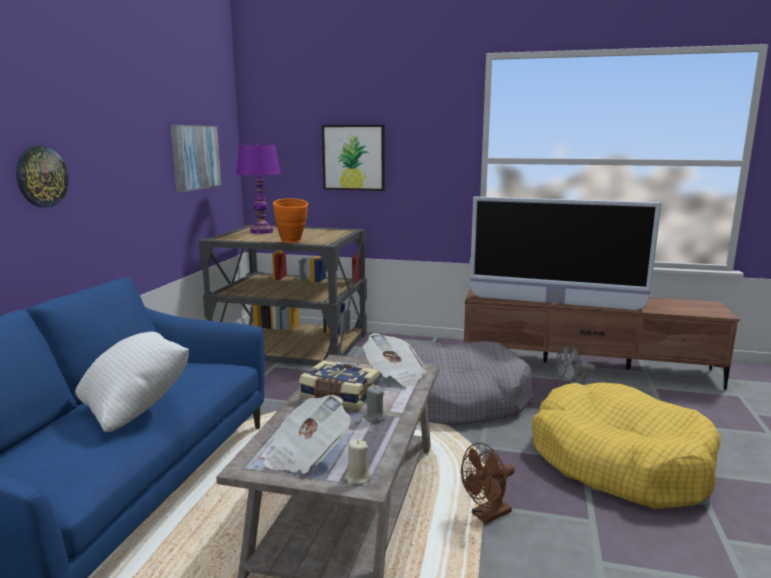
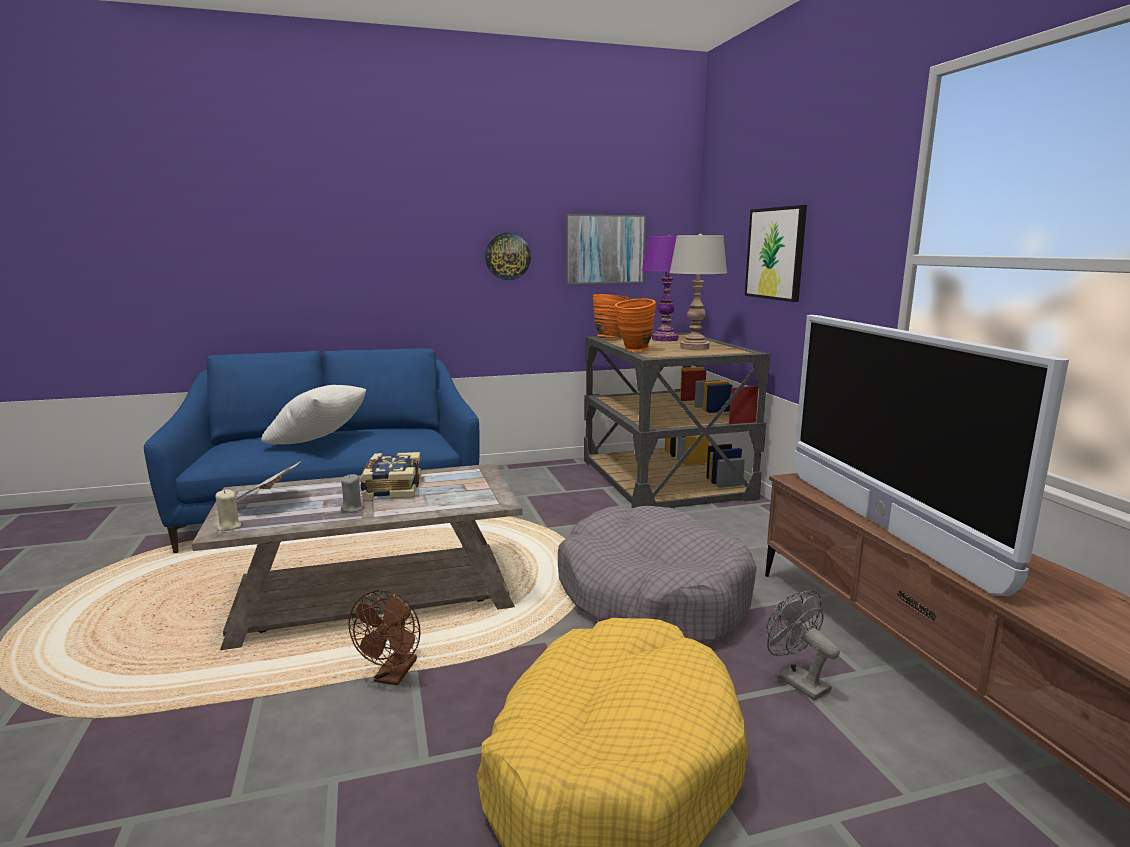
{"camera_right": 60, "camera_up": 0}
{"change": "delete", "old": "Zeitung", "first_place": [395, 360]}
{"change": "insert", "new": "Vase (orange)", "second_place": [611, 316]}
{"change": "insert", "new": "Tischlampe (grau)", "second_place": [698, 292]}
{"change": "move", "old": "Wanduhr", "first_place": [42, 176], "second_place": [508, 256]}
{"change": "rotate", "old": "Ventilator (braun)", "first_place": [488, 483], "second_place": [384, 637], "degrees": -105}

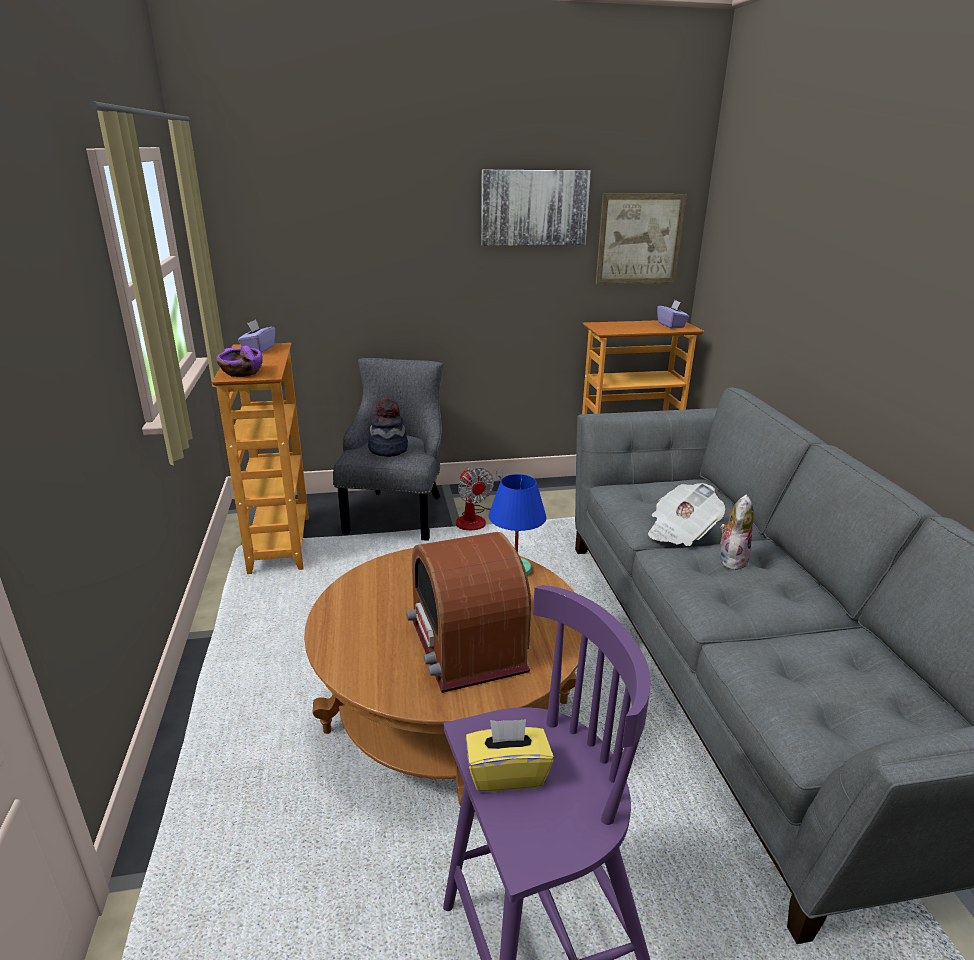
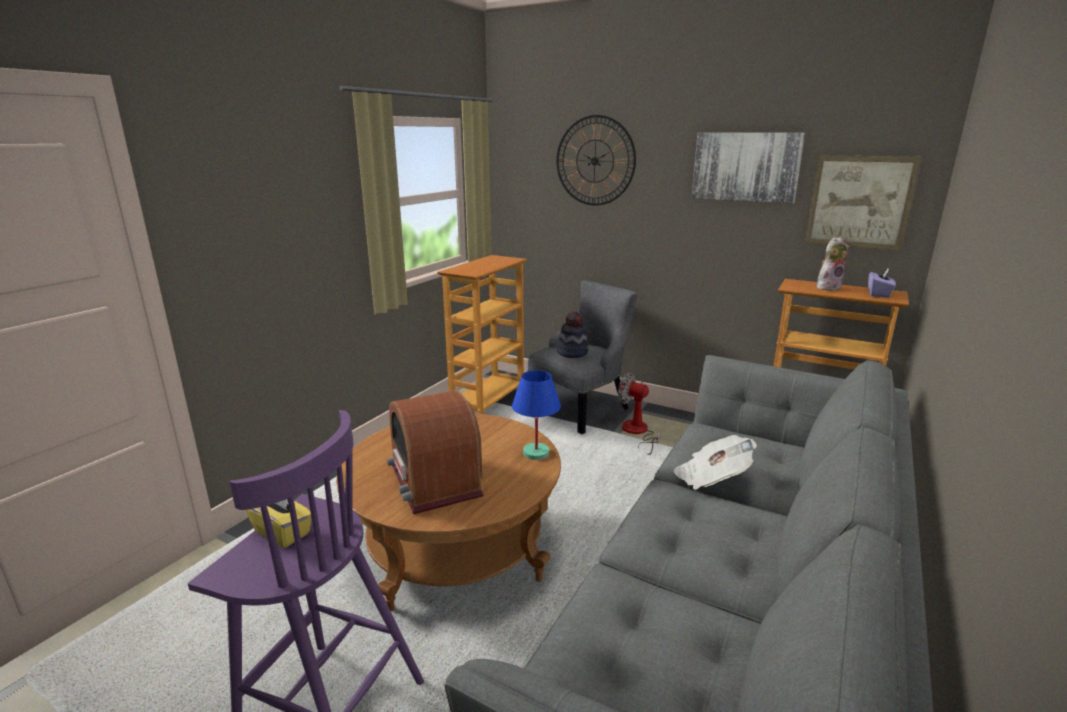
{"camera_right": 40, "camera_up": -5}
{"change": "delete", "old": "Schüssel (lila)", "first_place": [239, 361]}
{"change": "delete", "old": "Taschentuchbox (lila)", "first_place": [256, 336]}
{"change": "insert", "new": "Wanduhr", "second_place": [596, 160]}
{"change": "move", "old": "Plüschtier", "first_place": [737, 532], "second_place": [833, 263]}
{"change": "rotate", "old": "Radio", "first_place": [468, 612], "second_place": [435, 452], "degrees": -45}
{"change": "rotate", "old": "Ventilator", "first_place": [479, 499], "second_place": [639, 413], "degrees": 105}

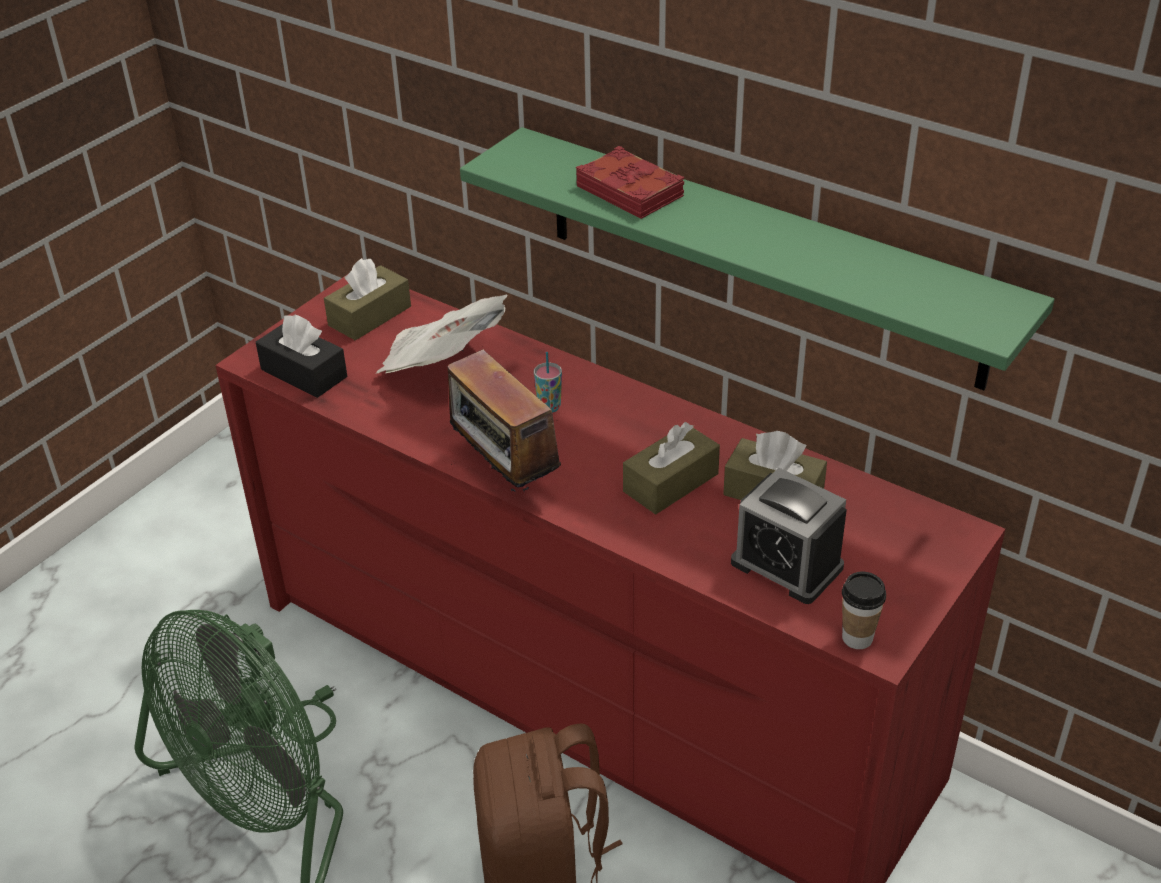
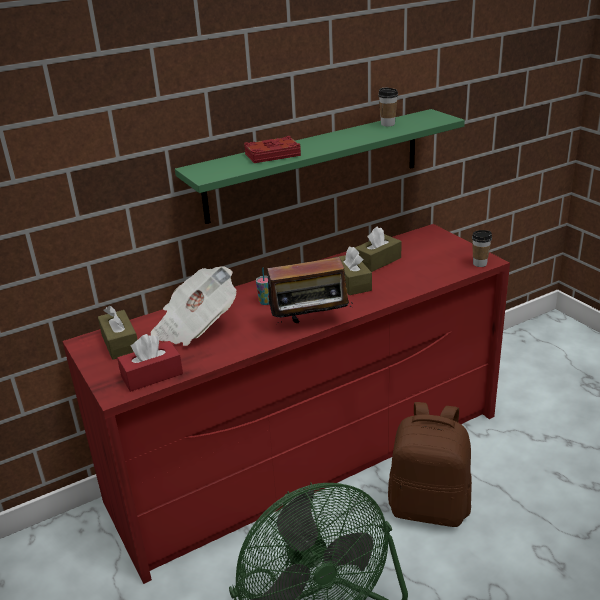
{"camera_right": -65, "camera_up": -10}
{"change": "delete", "old": "Wecker", "first_place": [789, 536]}
{"change": "insert", "new": "Tasse", "second_place": [388, 107]}
{"change": "recolor", "old": "Taschentuchbox (schwarz)", "new": "Taschentuchbox (rot)", "first_place": [301, 356], "second_place": [150, 363]}

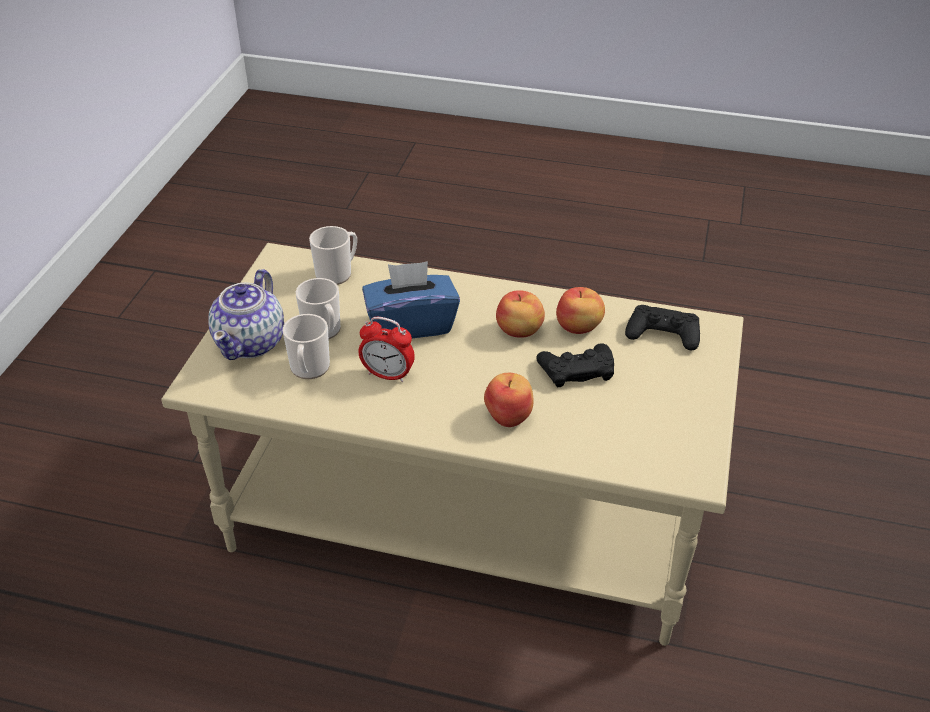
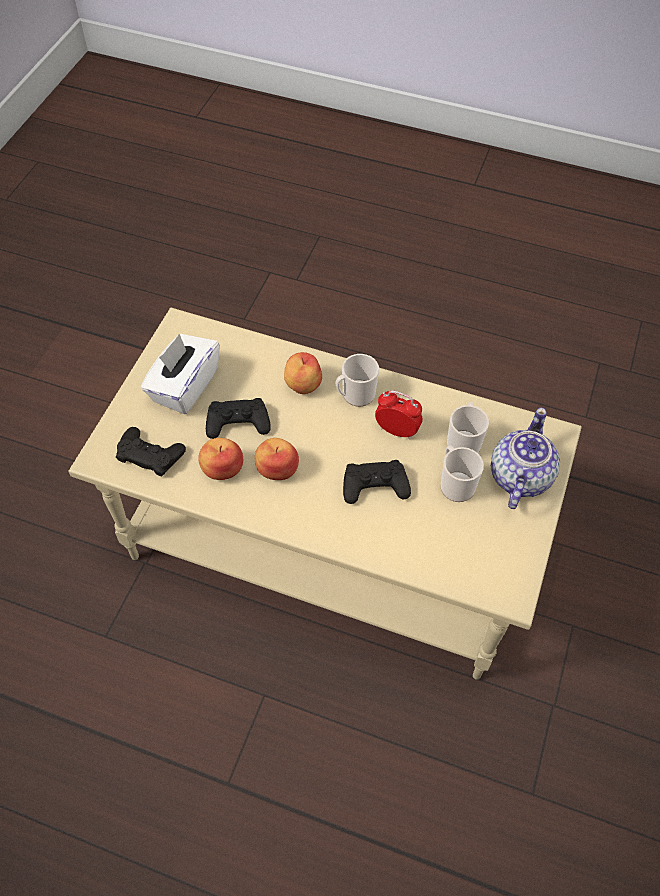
{"camera_right": -175, "camera_up": 15}
{"change": "insert", "new": "Taschentuchbox (weiß)", "second_place": [180, 374]}
{"change": "move", "old": "Henkelbecher", "first_place": [333, 255], "second_place": [357, 380]}
{"change": "replace", "old": "Taschentuchbox (blau)", "new": "Gamepad (schwarz)", "first_place": [411, 299], "second_place": [377, 482]}

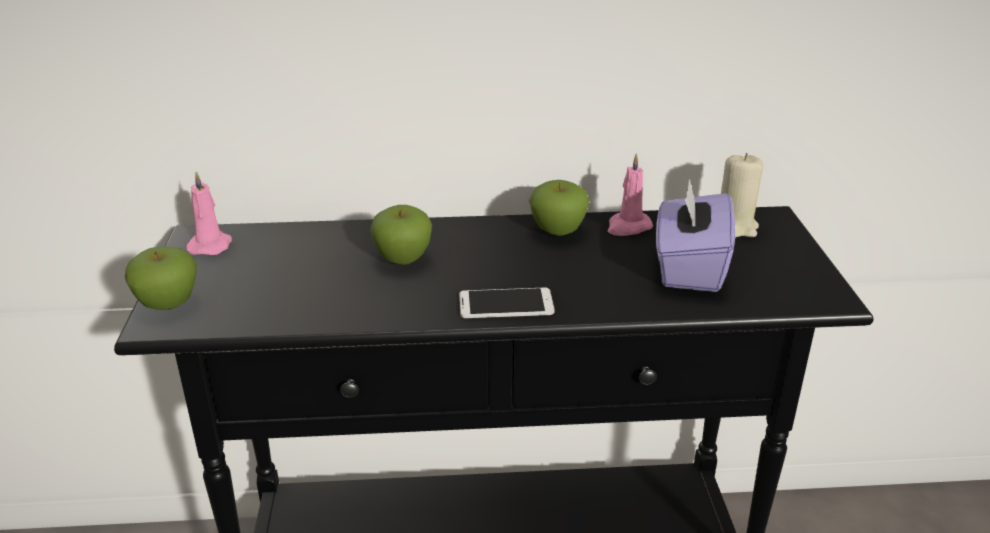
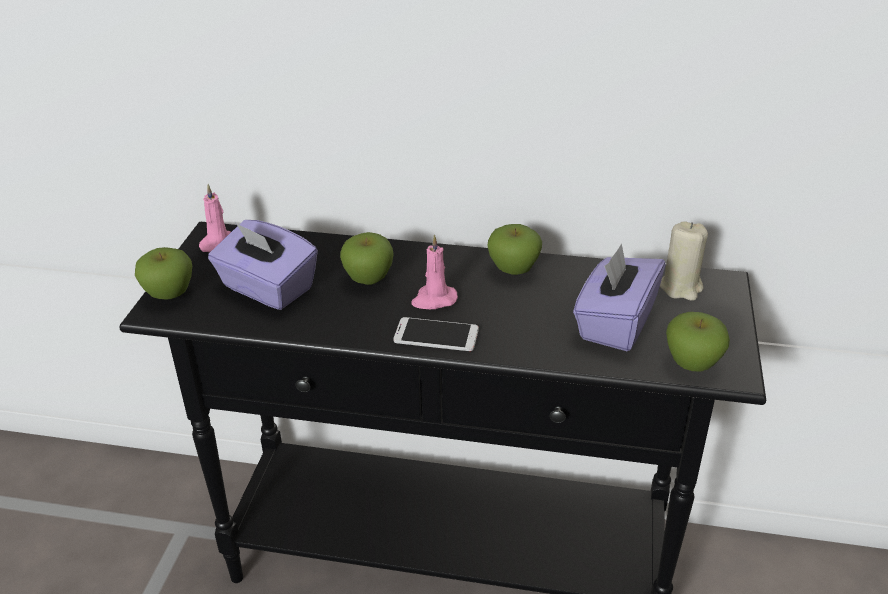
{"camera_right": 15, "camera_up": 5}
{"change": "insert", "new": "Taschentuchbox (lila)", "second_place": [263, 265]}
{"change": "insert", "new": "Apfel", "second_place": [698, 341]}
{"change": "move", "old": "Kerze (rosa)", "first_place": [630, 194], "second_place": [434, 272]}

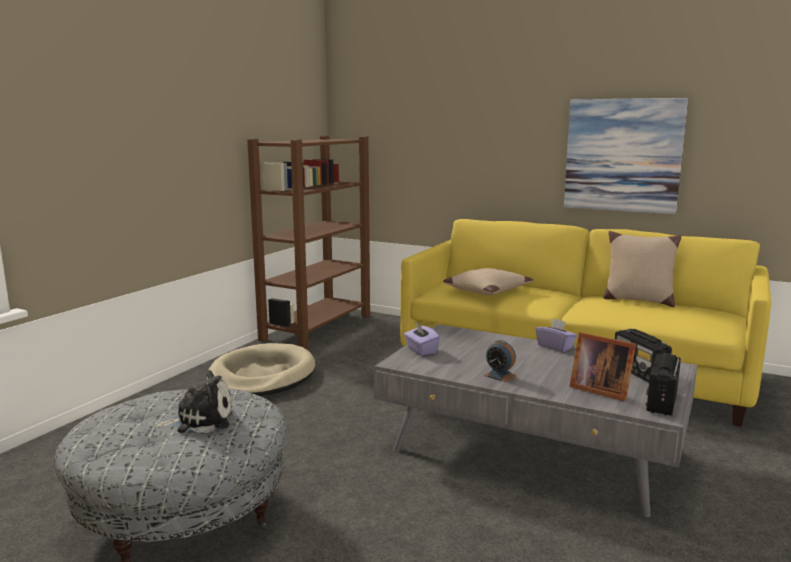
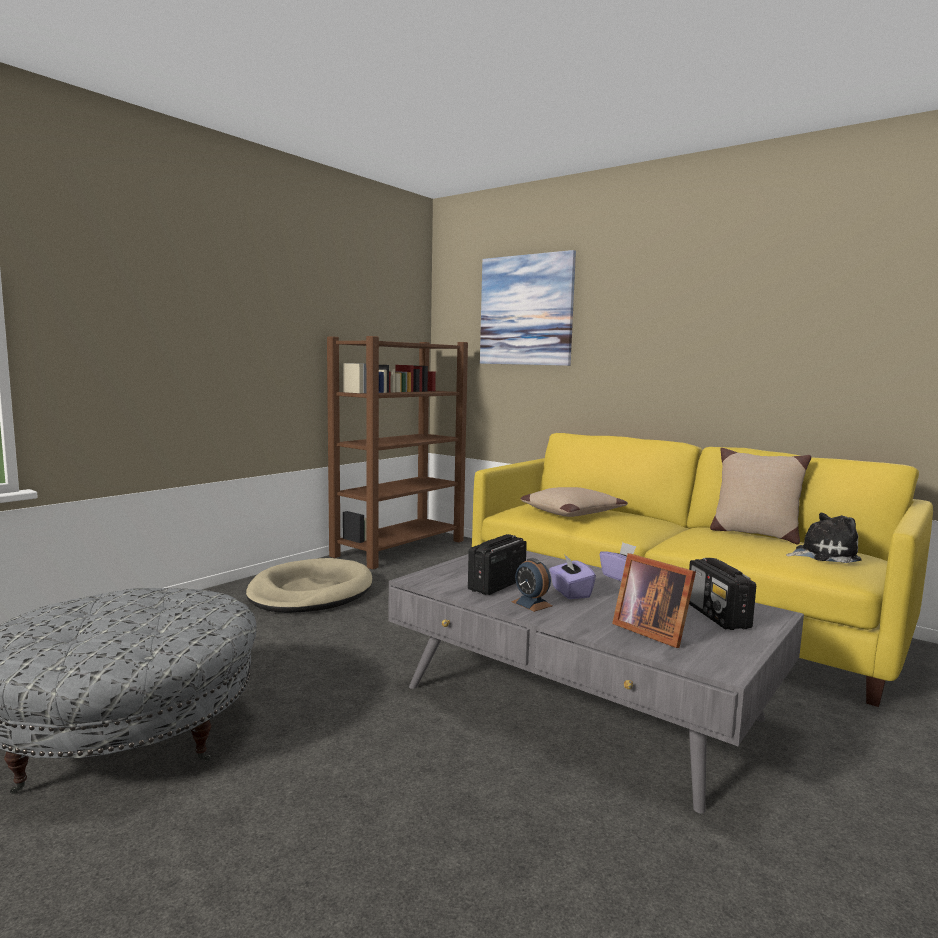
{"camera_right": 10, "camera_up": -5}
{"change": "move", "old": "Plüschtier", "first_place": [193, 401], "second_place": [824, 538]}
{"change": "move", "old": "Taschentuchbox (lila)", "first_place": [422, 339], "second_place": [572, 576]}
{"change": "move", "old": "Bild", "first_place": [626, 156], "second_place": [528, 308]}
{"change": "move", "old": "Radio", "first_place": [663, 384], "second_place": [497, 564]}

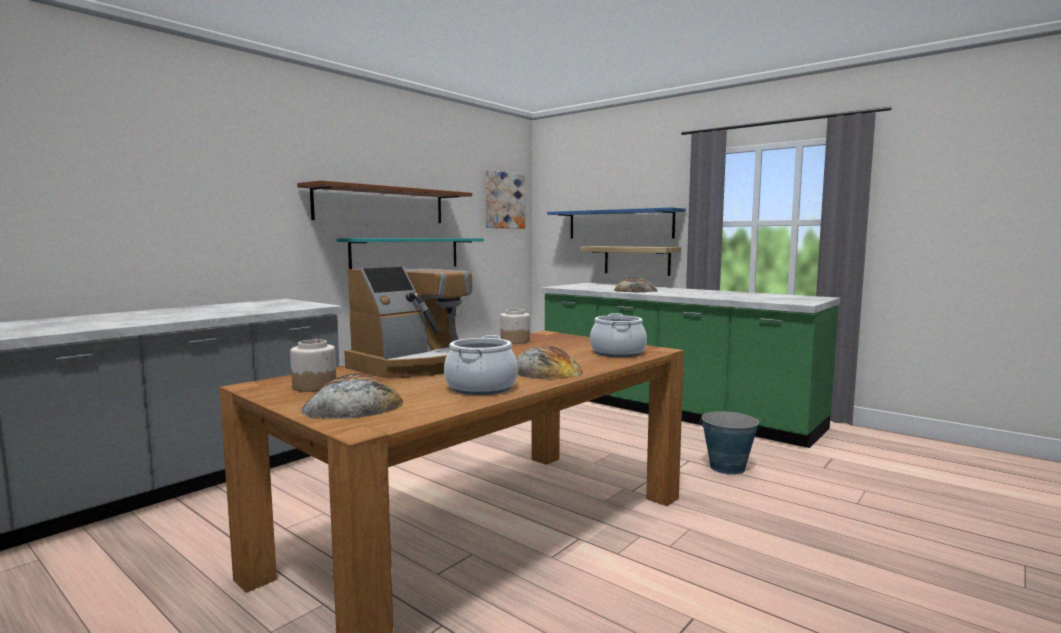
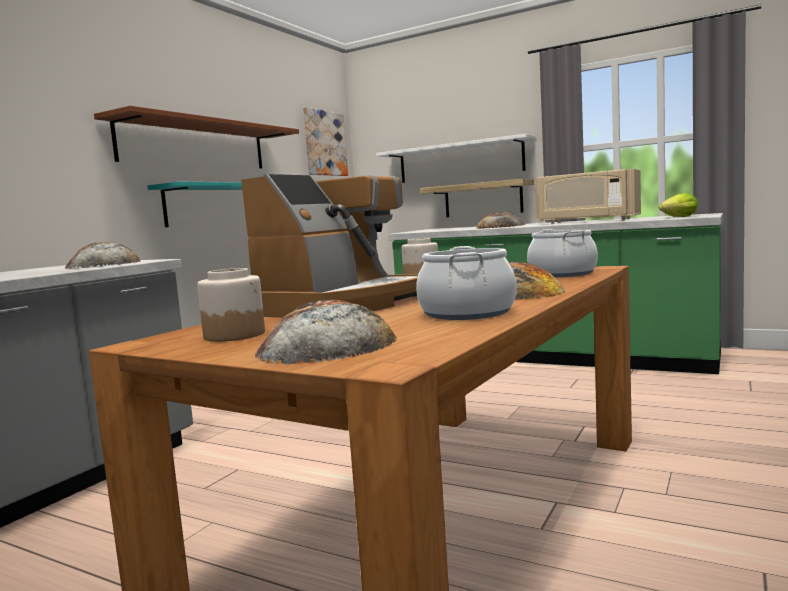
{"camera_right": -10, "camera_up": 0}
{"change": "delete", "old": "Eimer", "first_place": [729, 443]}
{"change": "insert", "new": "Brot", "second_place": [103, 255]}
{"change": "insert", "new": "Mikrowelle (beige)", "second_place": [588, 196]}
{"change": "insert", "new": "Salatkopf", "second_place": [678, 205]}
{"change": "recolor", "old": "Wandregal (blau)", "new": "Wandregal (weiß)", "first_place": [616, 223], "second_place": [456, 158]}

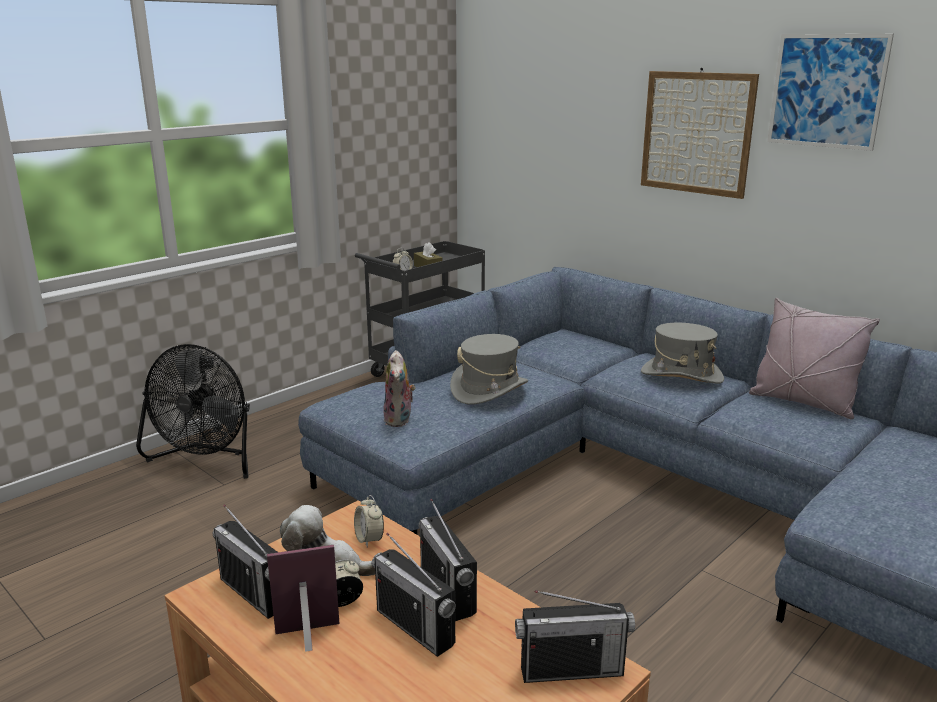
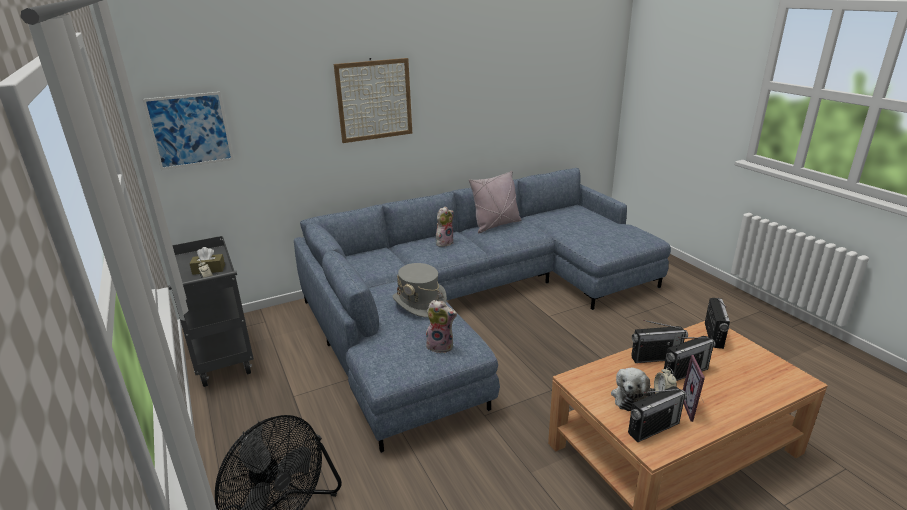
{"camera_right": -70, "camera_up": 5}
{"change": "delete", "old": "Wecker", "first_place": [369, 521]}
{"change": "move", "old": "Bild", "first_place": [830, 92], "second_place": [188, 131]}
{"change": "replace", "old": "Hut (grau)", "new": "Plüschtier", "first_place": [682, 353], "second_place": [445, 226]}

